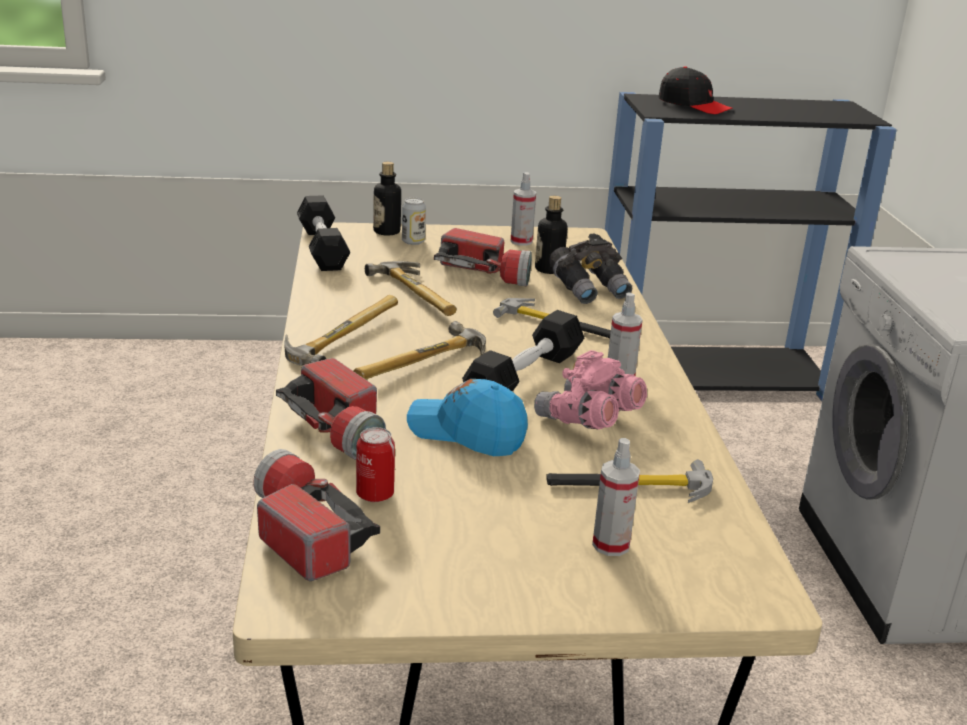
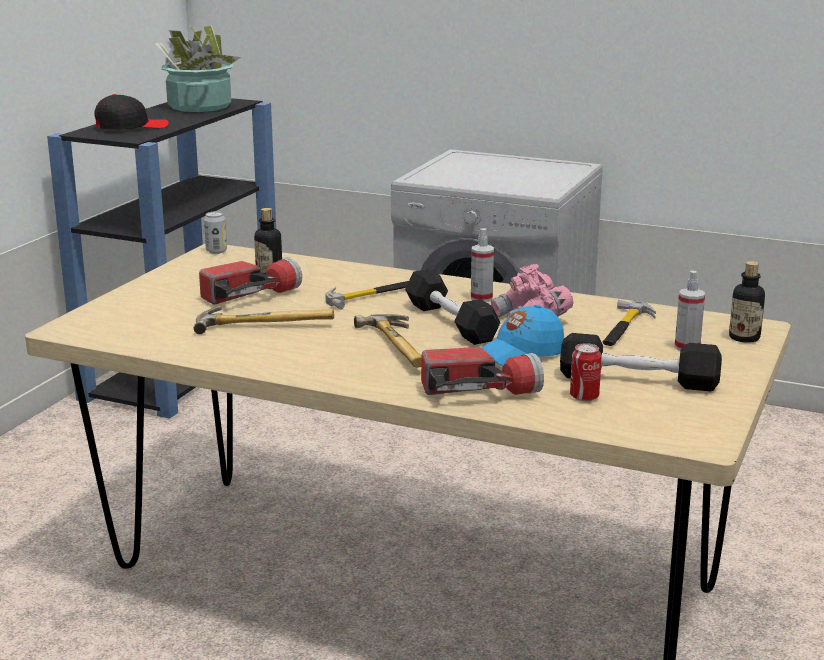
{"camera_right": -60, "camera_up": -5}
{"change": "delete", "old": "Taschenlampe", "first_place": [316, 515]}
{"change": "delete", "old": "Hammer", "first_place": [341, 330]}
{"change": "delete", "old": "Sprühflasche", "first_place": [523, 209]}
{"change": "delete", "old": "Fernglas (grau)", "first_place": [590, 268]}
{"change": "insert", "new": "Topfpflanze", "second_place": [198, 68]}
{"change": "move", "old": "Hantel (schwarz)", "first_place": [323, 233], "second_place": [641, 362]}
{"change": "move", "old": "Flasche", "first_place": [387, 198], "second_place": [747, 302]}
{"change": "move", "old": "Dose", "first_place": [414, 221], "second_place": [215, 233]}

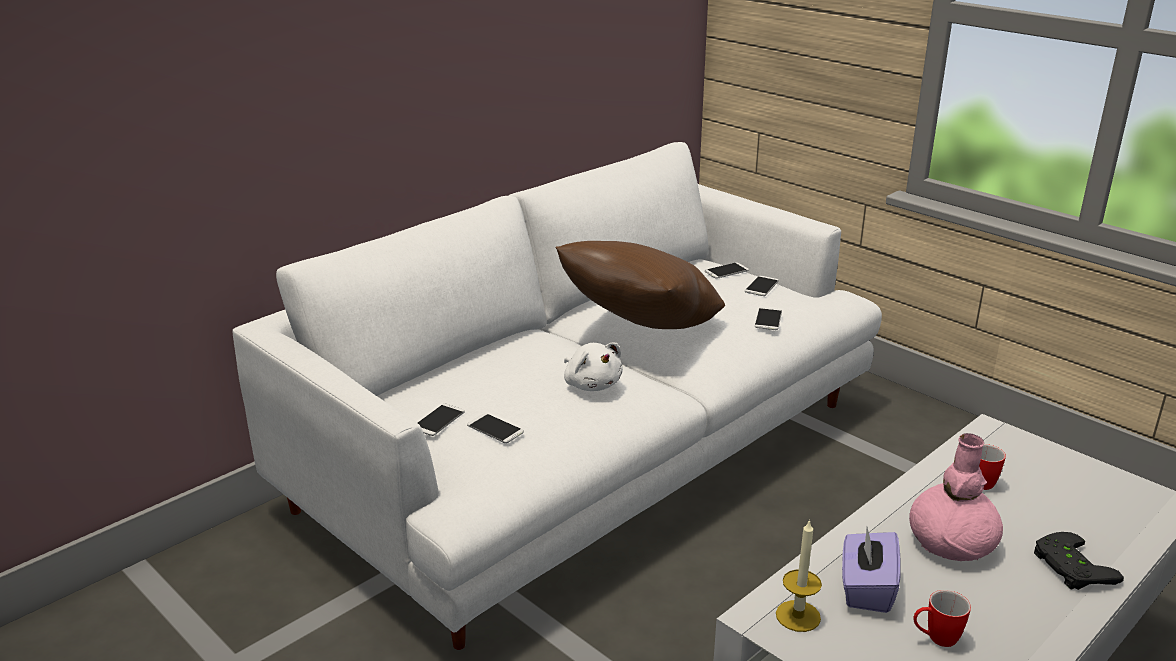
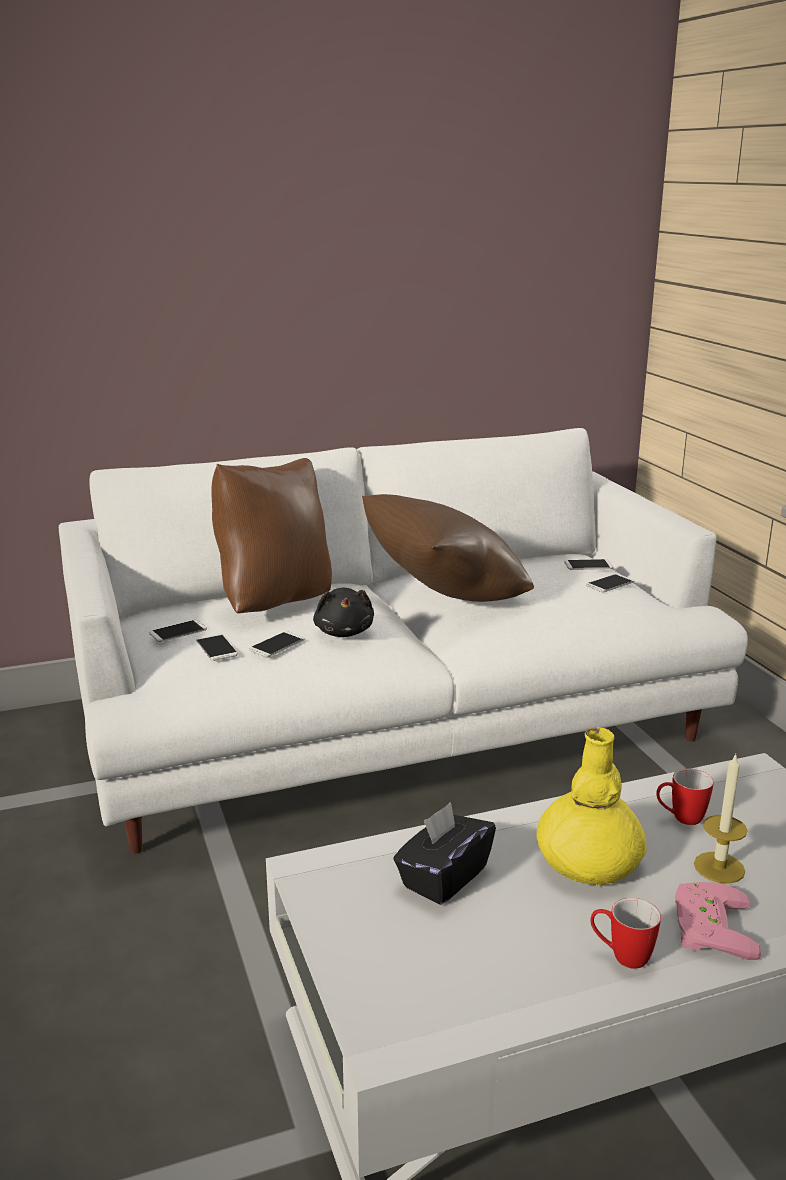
{"camera_right": 25, "camera_up": -5}
{"change": "insert", "new": "Kissen (braun)", "second_place": [272, 536]}
{"change": "move", "old": "Handy", "first_place": [768, 318], "second_place": [276, 644]}
{"change": "move", "old": "Kerze", "first_place": [799, 575], "second_place": [720, 818]}
{"change": "move", "old": "Henkelbecher", "first_place": [942, 618], "second_place": [625, 933]}
{"change": "recolor", "old": "Plüschtier (weiß)", "new": "Plüschtier (schwarz)", "first_place": [593, 367], "second_place": [343, 612]}
{"change": "recolor", "old": "Taschentuchbox (lila)", "new": "Taschentuchbox (schwarz)", "first_place": [871, 570], "second_place": [444, 853]}
{"change": "recolor", "old": "Vase (rosa)", "new": "Vase (gelb)", "first_place": [956, 497], "second_place": [591, 806]}
{"change": "recolor", "old": "Gamepad (schwarz)", "new": "Gamepad (rosa)", "first_place": [1079, 561], "second_place": [718, 921]}

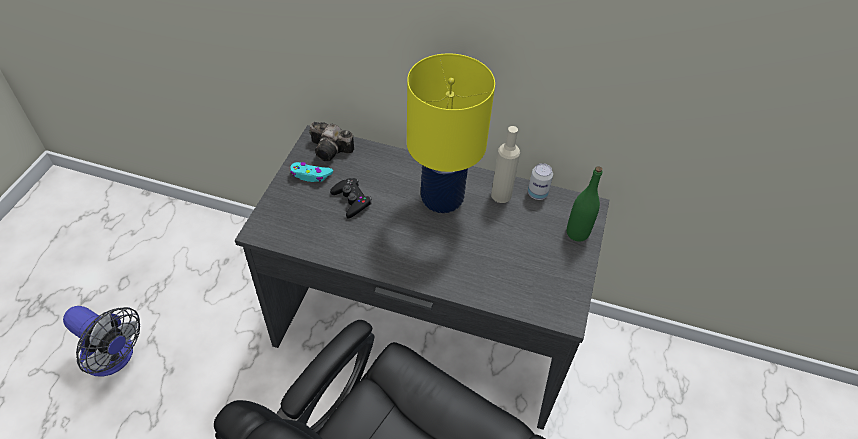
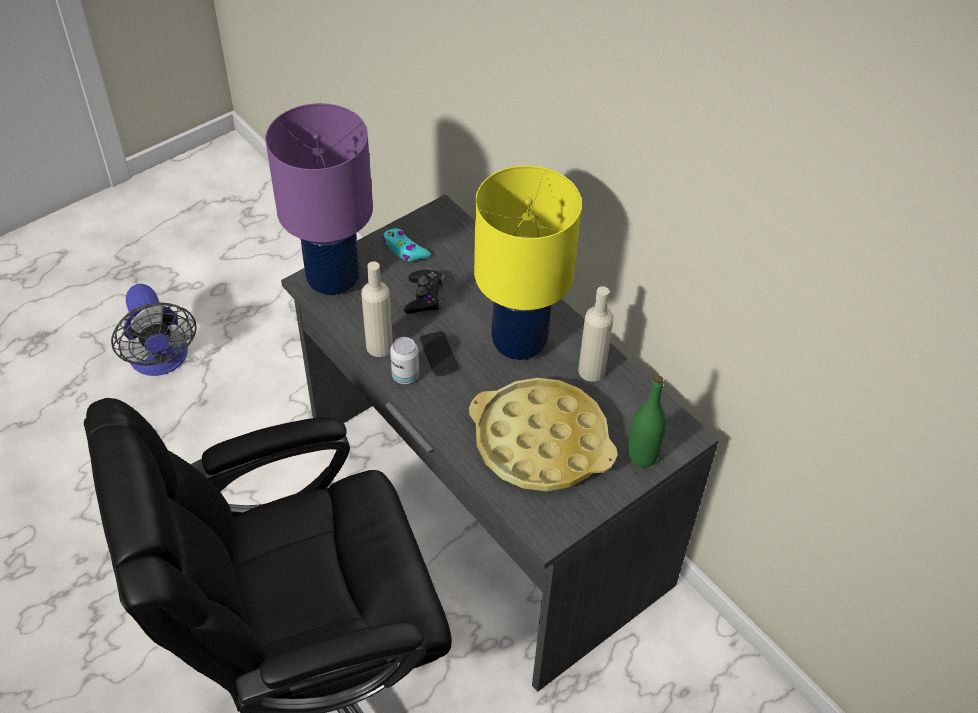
{"camera_right": 35, "camera_up": 0}
{"change": "delete", "old": "Kamera", "first_place": [331, 141]}
{"change": "insert", "new": "Tischlampe (lila)", "second_place": [319, 199]}
{"change": "insert", "new": "Flasche (beige)", "second_place": [377, 309]}
{"change": "insert", "new": "Handy", "second_place": [439, 354]}
{"change": "insert", "new": "Tablett (gelb)", "second_place": [543, 434]}
{"change": "move", "old": "Dose", "first_place": [540, 181], "second_place": [404, 360]}

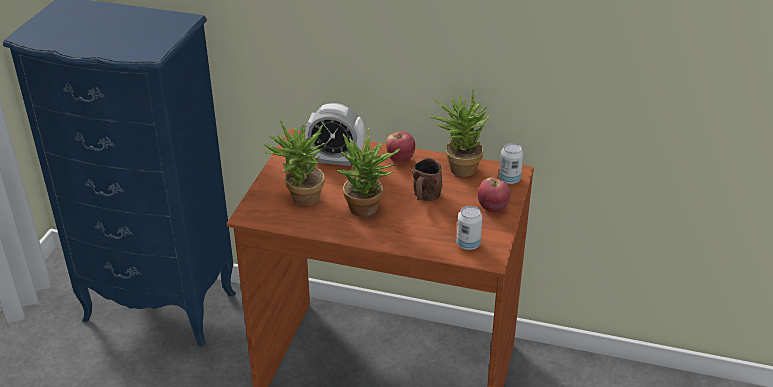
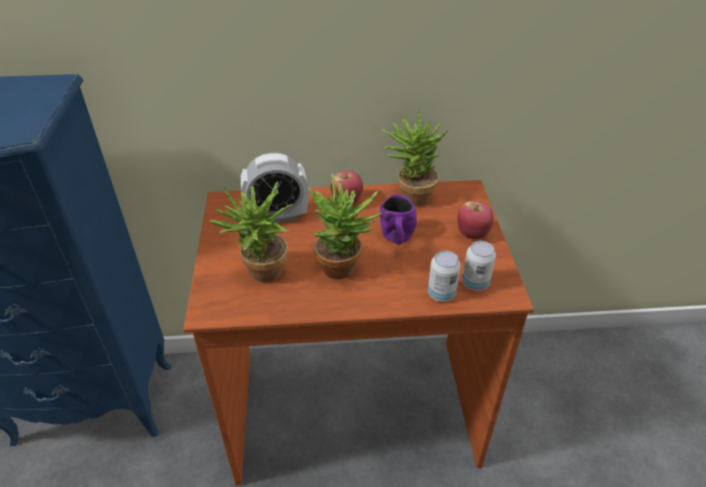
{"camera_right": -20, "camera_up": 5}
{"change": "move", "old": "Dose", "first_place": [511, 163], "second_place": [444, 276]}
{"change": "recolor", "old": "Henkelbecher (braun)", "new": "Henkelbecher (lila)", "first_place": [427, 179], "second_place": [398, 219]}

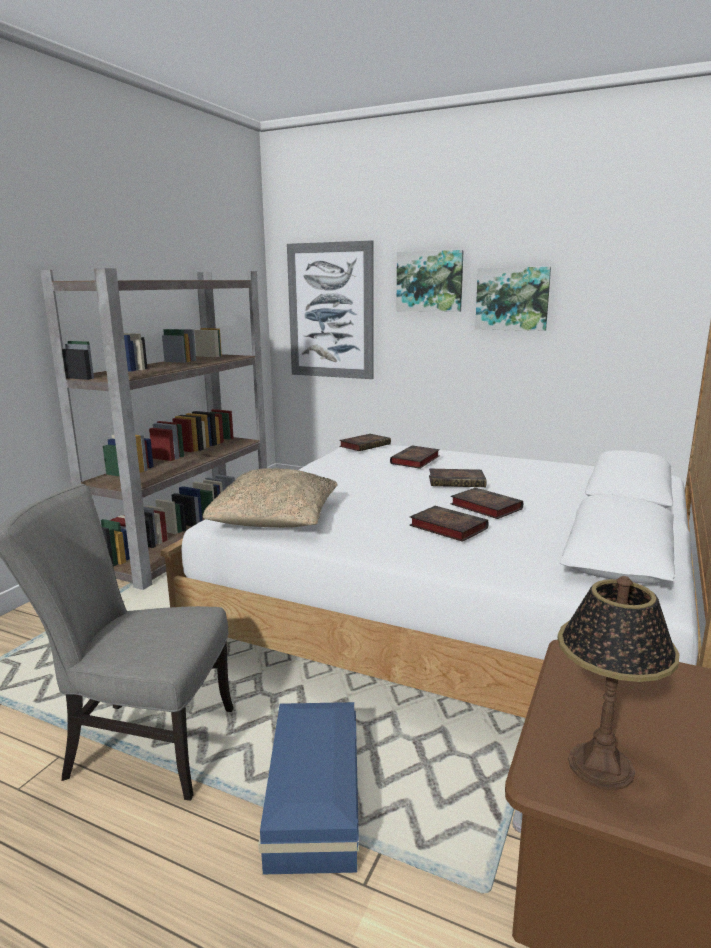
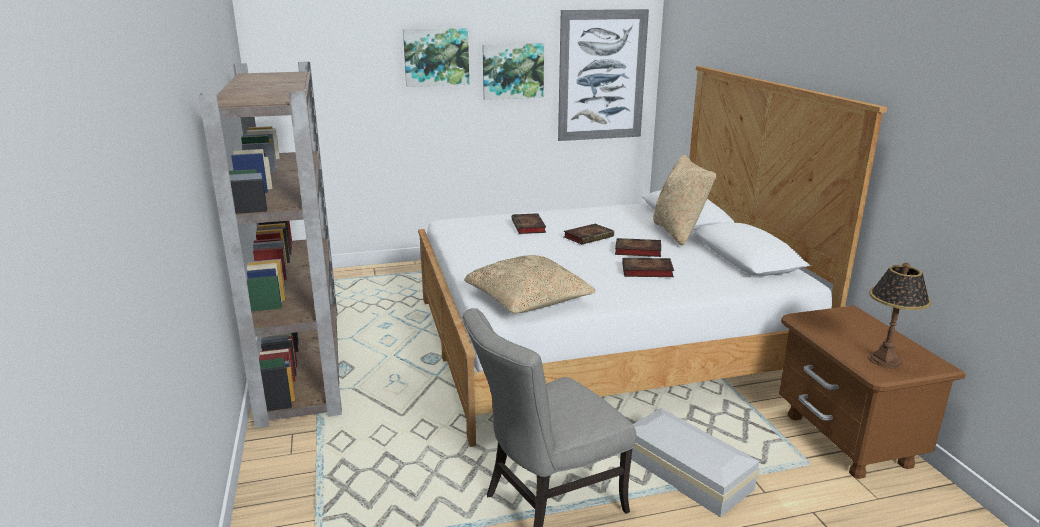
{"camera_right": -40, "camera_up": 5}
{"change": "delete", "old": "Buch", "first_place": [365, 442]}
{"change": "insert", "new": "Kissen (beige)", "second_place": [685, 200]}
{"change": "move", "old": "Bild", "first_place": [330, 309], "second_place": [603, 75]}
{"change": "recolor", "old": "Aufbewahrungsbox (blau)", "new": "Aufbewahrungsbox (weiß)", "first_place": [308, 788], "second_place": [695, 462]}

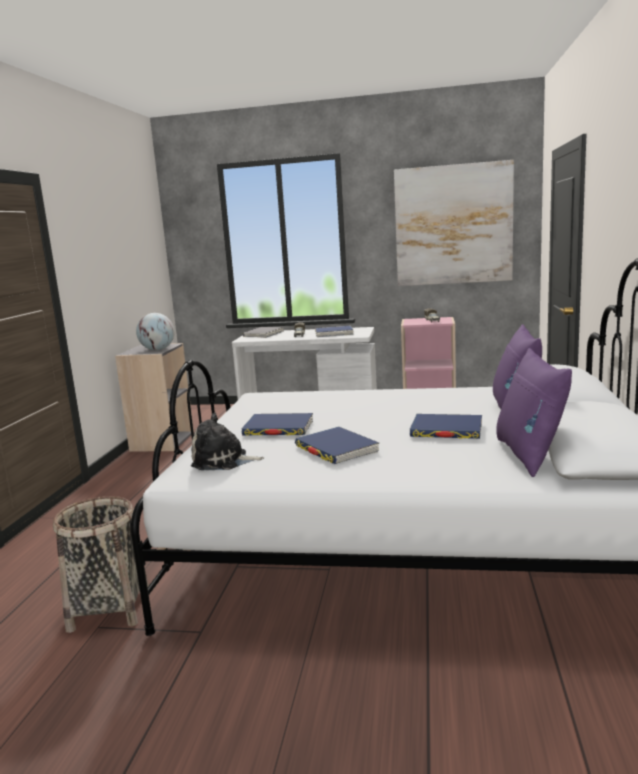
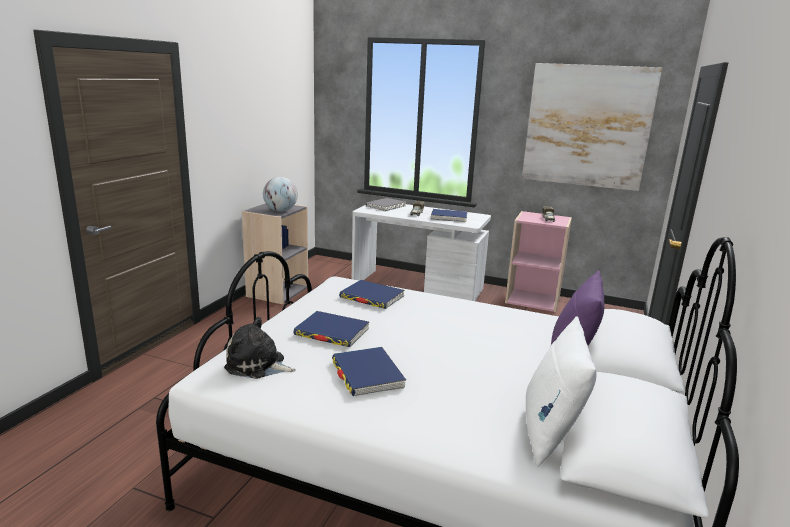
{"camera_right": 10, "camera_up": 5}
{"change": "delete", "old": "Korb", "first_place": [101, 564]}
{"change": "move", "old": "Buch (blau)", "first_place": [446, 426], "second_place": [372, 294]}
{"change": "recolor", "old": "Kissen (lila)", "new": "Kissen (weiß)", "first_place": [534, 412], "second_place": [561, 391]}

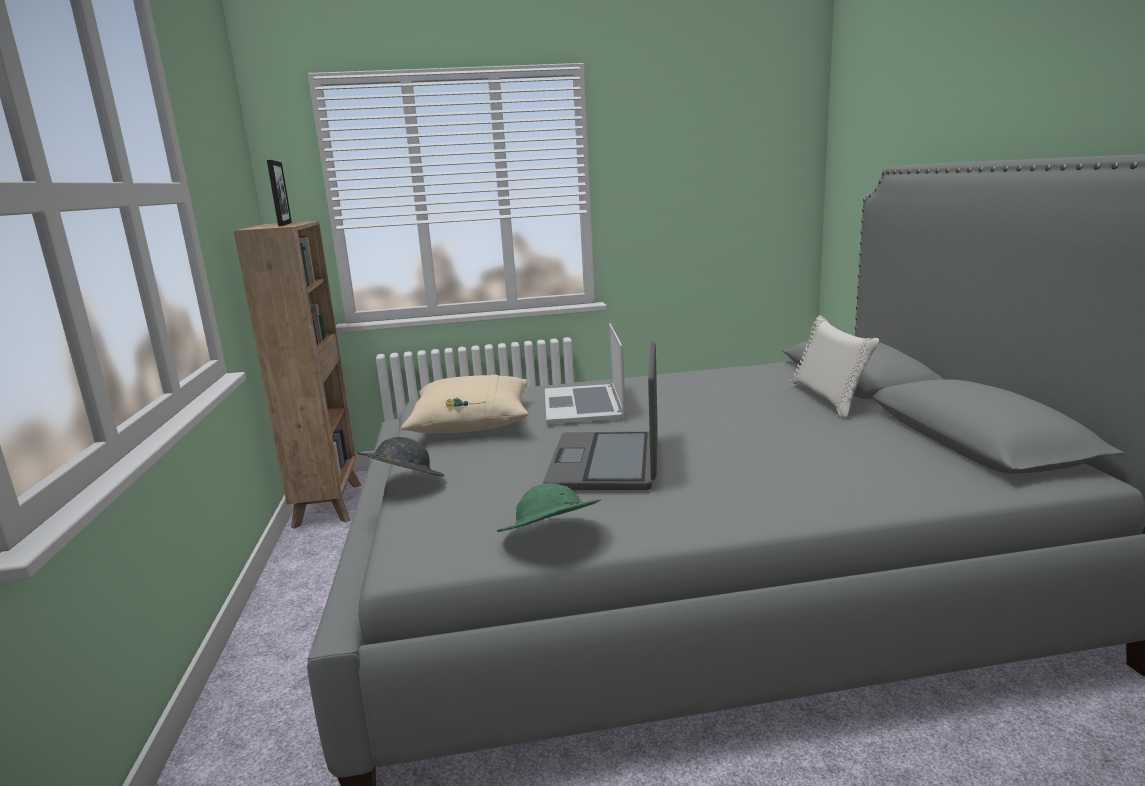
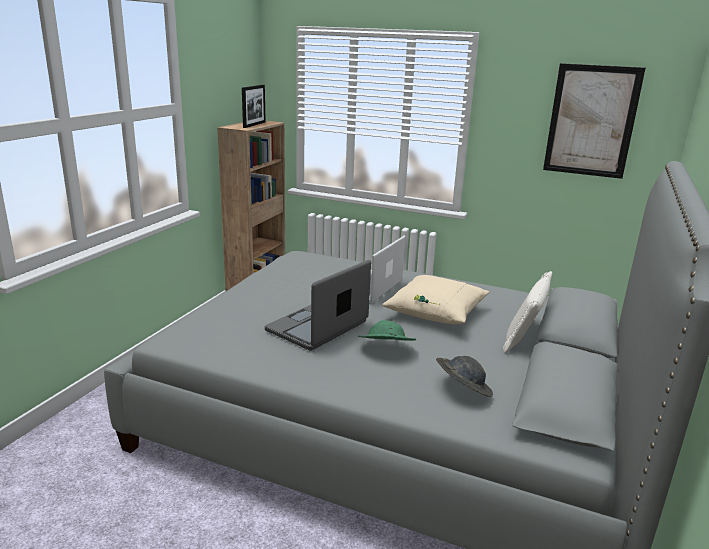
{"camera_right": 30, "camera_up": 5}
{"change": "insert", "new": "Bild", "second_place": [594, 121]}
{"change": "move", "old": "Hut (grau)", "first_place": [401, 457], "second_place": [464, 376]}
{"change": "move", "old": "Kissen (beige)", "first_place": [465, 404], "second_place": [435, 299]}
{"change": "move", "old": "Hut (grün)", "first_place": [549, 507], "second_place": [386, 330]}

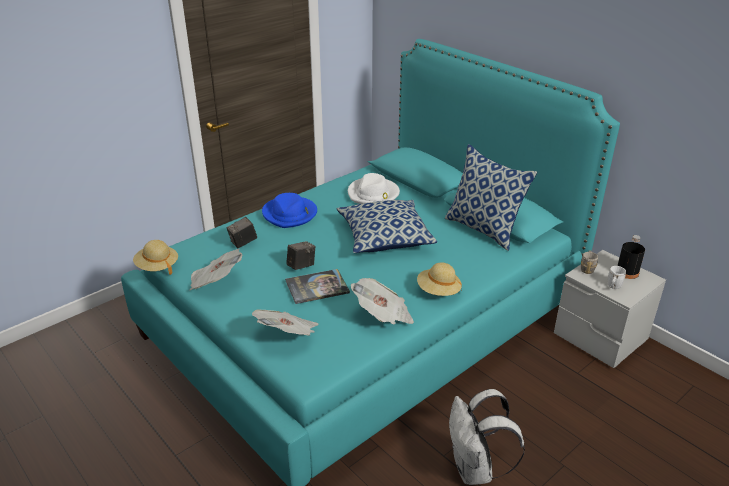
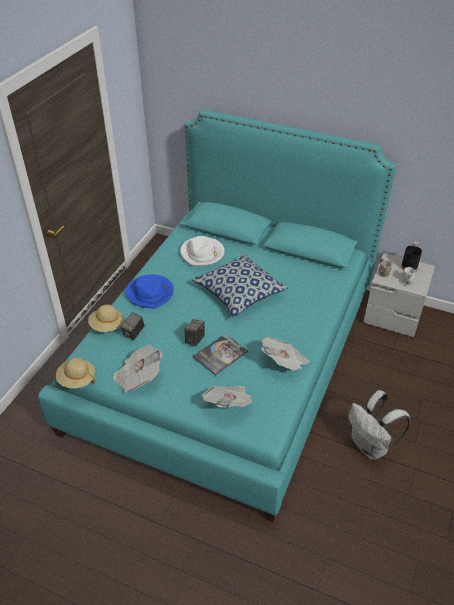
{"camera_right": -25, "camera_up": 10}
{"change": "delete", "old": "Kissen", "first_place": [491, 197]}
{"change": "move", "old": "Hut (beige)", "first_place": [439, 279], "second_place": [106, 318]}

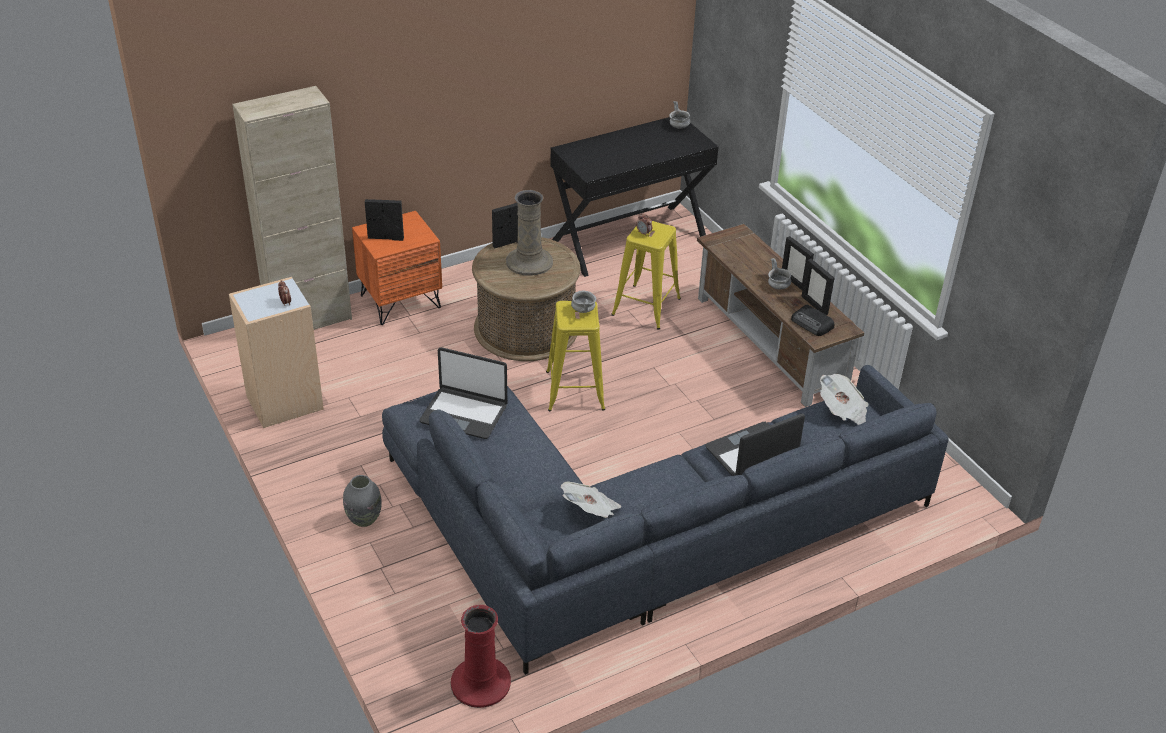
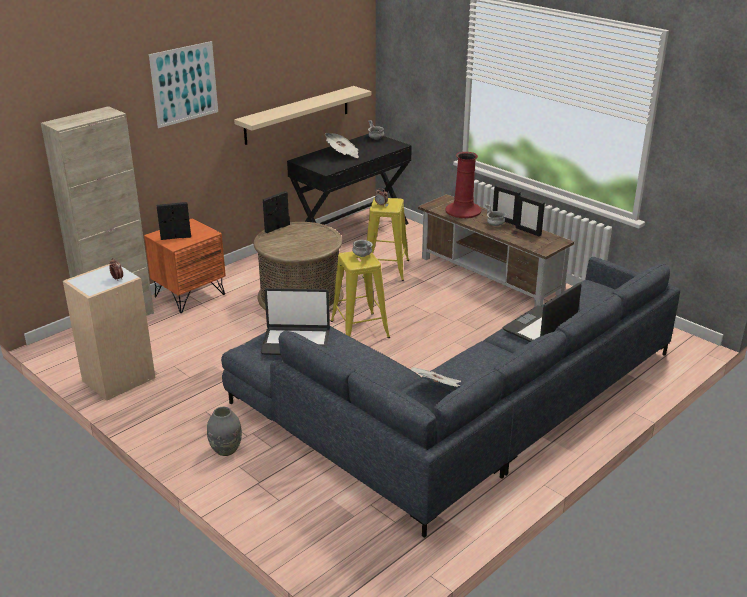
{"camera_right": -15, "camera_up": -10}
{"change": "delete", "old": "Vase (beige)", "first_place": [529, 233]}
{"change": "delete", "old": "Radio", "first_place": [812, 320]}
{"change": "insert", "new": "Bild", "second_place": [183, 84]}
{"change": "insert", "new": "Wandregal (beige)", "second_place": [302, 115]}
{"change": "move", "old": "Vase (rot)", "first_place": [480, 656], "second_place": [463, 185]}
{"change": "move", "old": "Zeitung", "first_place": [844, 399], "second_place": [342, 145]}

